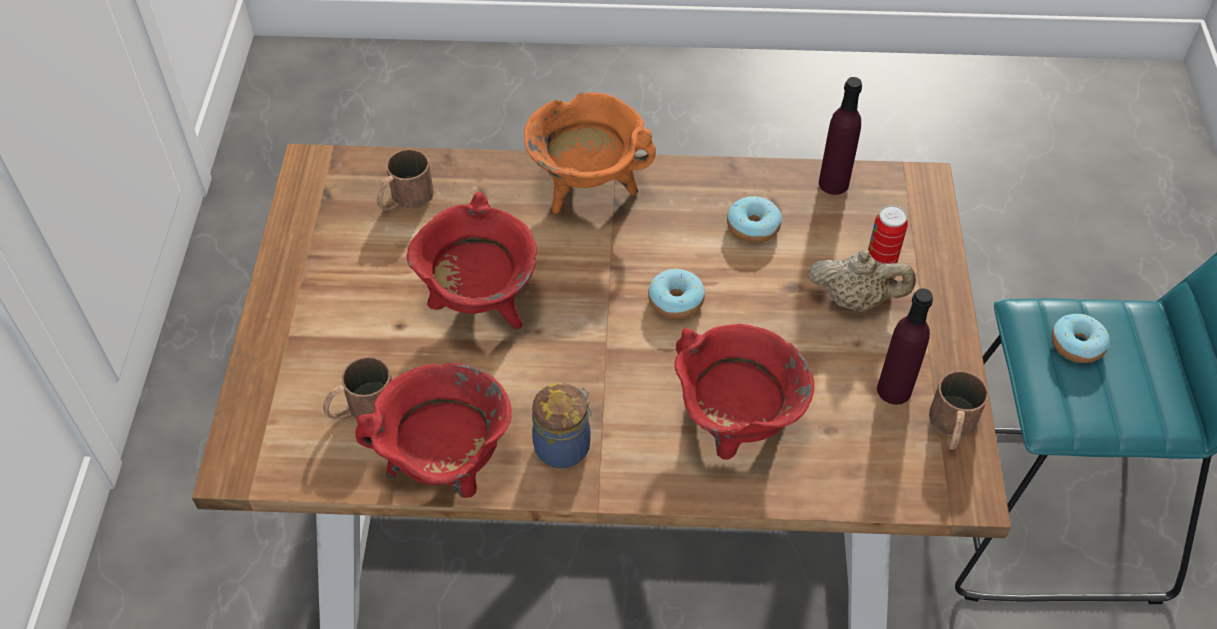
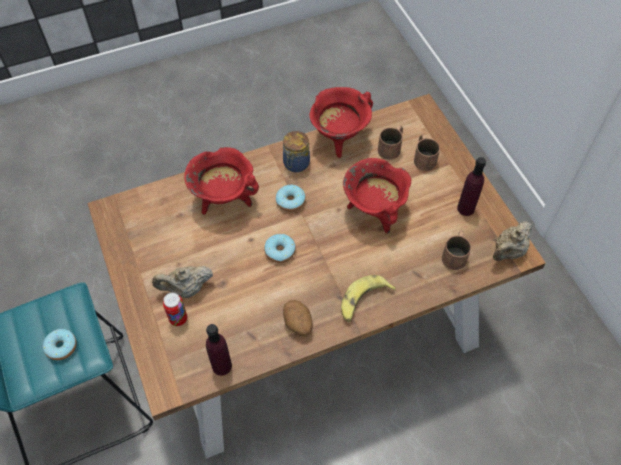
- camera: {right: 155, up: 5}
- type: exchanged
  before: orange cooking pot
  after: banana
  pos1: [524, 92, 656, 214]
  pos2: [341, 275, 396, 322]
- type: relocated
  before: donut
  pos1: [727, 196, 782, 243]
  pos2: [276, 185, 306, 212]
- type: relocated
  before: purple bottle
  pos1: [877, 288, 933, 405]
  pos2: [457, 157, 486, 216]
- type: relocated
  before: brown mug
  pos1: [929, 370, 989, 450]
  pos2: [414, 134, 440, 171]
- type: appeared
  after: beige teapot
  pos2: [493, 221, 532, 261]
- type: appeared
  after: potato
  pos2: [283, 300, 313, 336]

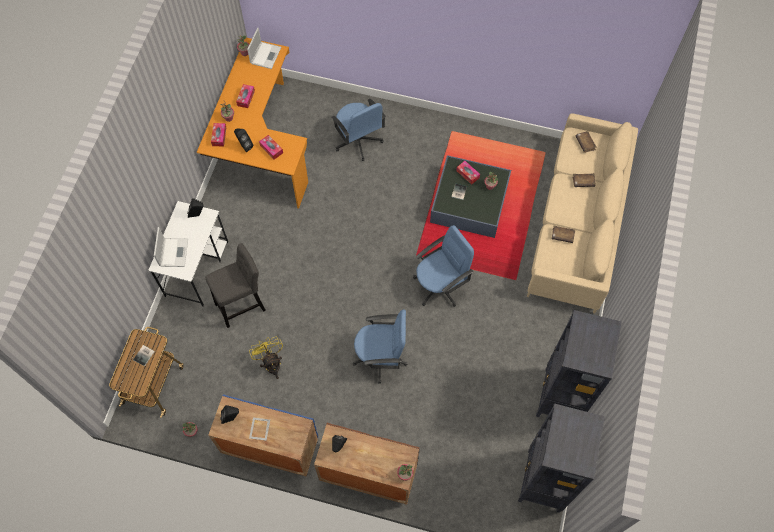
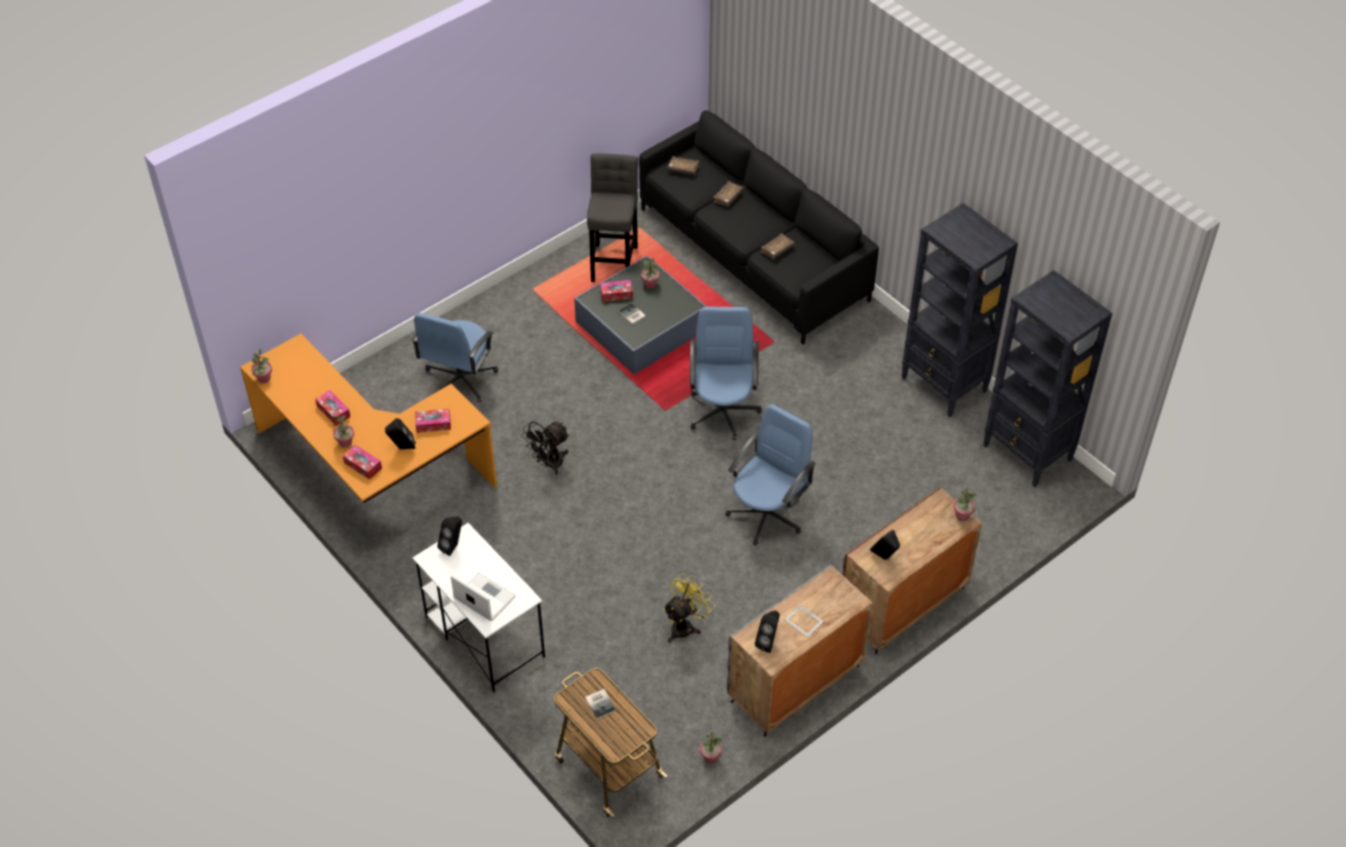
- camera: {right: -55, up: -15}
- type: missing
  before: laptop
  pos1: [247, 28, 281, 69]
- type: spun
  before: blue office chair
  pos1: [331, 99, 386, 161]
  pos2: [412, 313, 498, 403]
  turn: 105
- type: colour
  before: beige sofa
  after: black sofa
  pos1: [527, 113, 638, 314]
  pos2: [639, 110, 879, 345]
- type: relocated
  before: grey stool
  pos1: [205, 243, 266, 328]
  pos2: [587, 153, 638, 282]
- type: spun
  before: yellow fan
  pos1: [249, 336, 283, 379]
  pos2: [663, 573, 715, 642]
  turn: 120
- type: colour
  before: blue cabinet
  after: grey cabinet
  pos1: [208, 394, 318, 476]
  pos2: [727, 564, 873, 737]
- type: appeared
  after: black fan
  pos2: [521, 422, 570, 475]

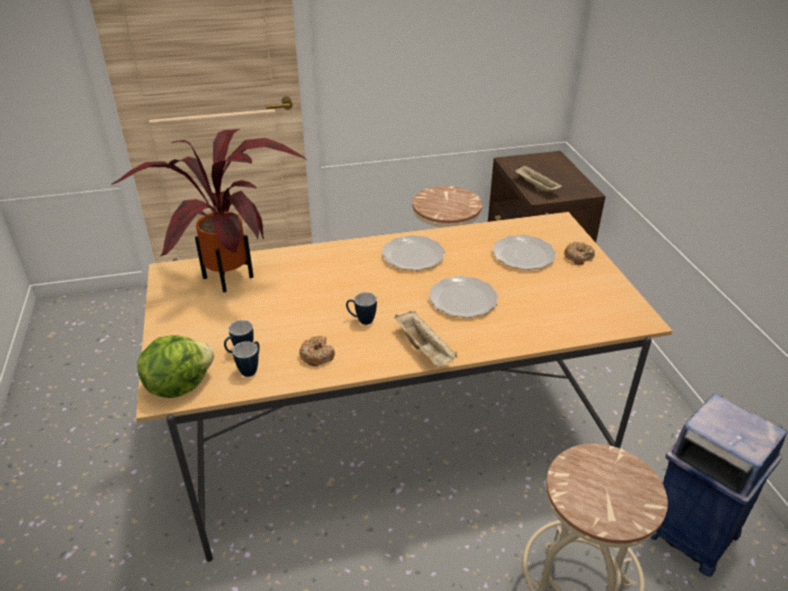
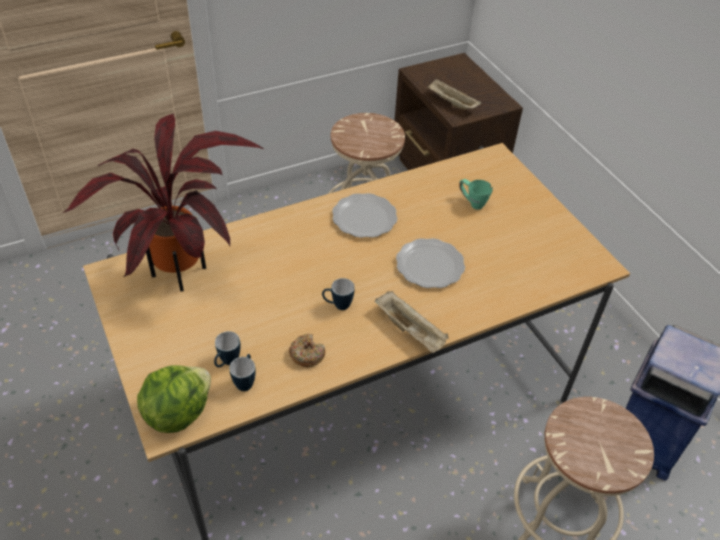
- camera: {right: -15, up: 10}
- type: exchanged
  before: plate
  after: green mug
  pos1: [492, 235, 556, 270]
  pos2: [459, 179, 493, 210]
- type: missing
  before: donut
  pos1: [564, 242, 595, 265]

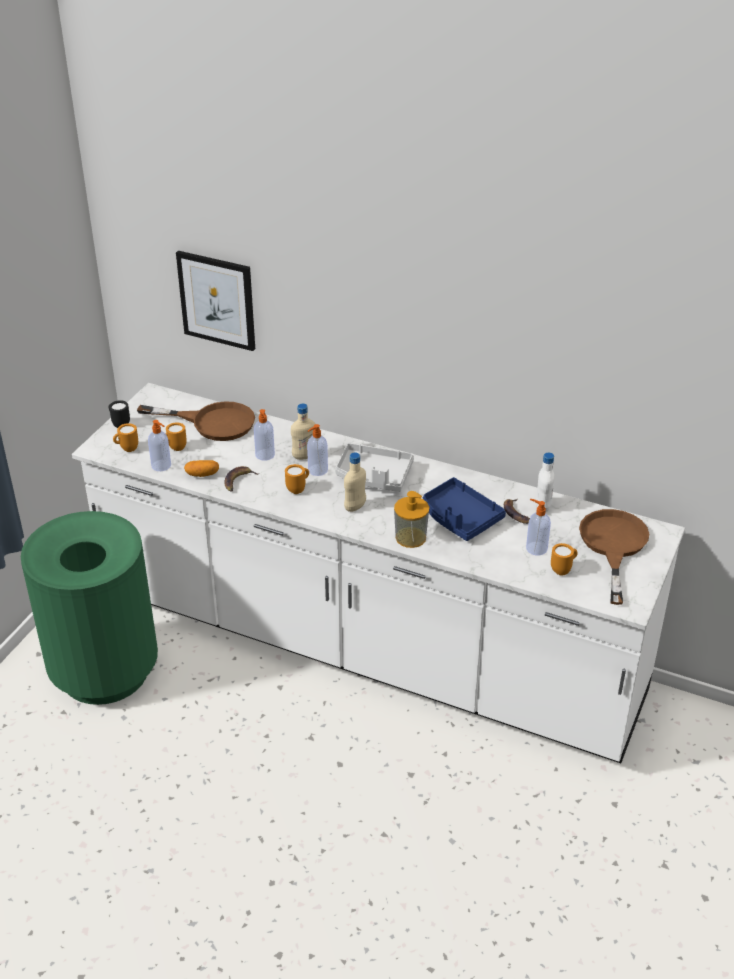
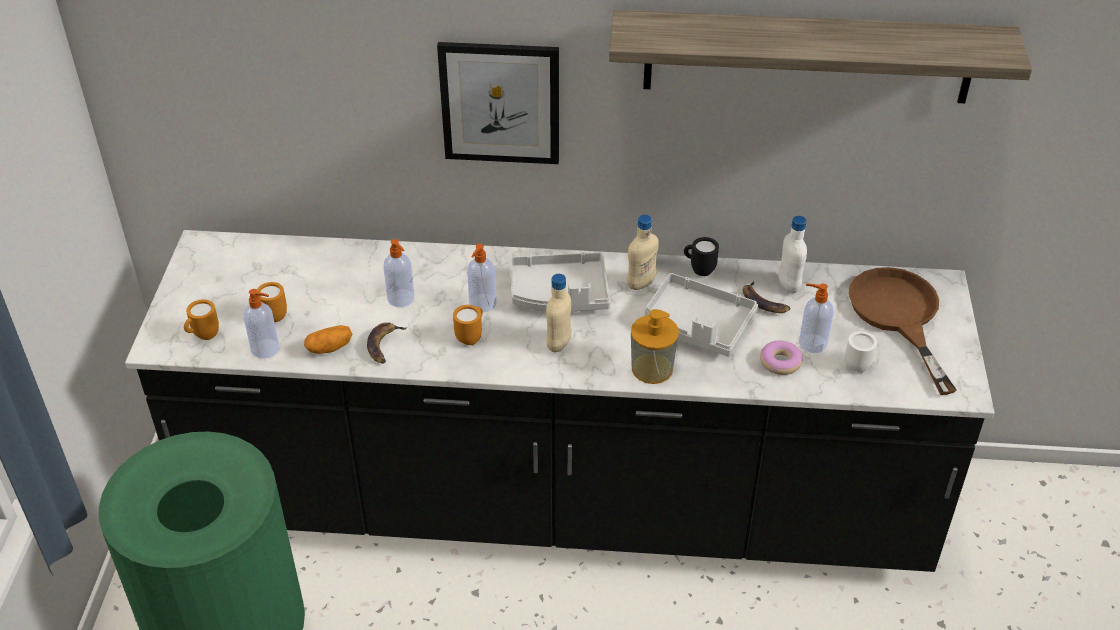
- camera: {right: -20, up: 5}
- type: relocated
  before: picture
  pos1: [176, 251, 255, 351]
  pos2: [437, 42, 559, 164]
- type: colour
  before: white counter
  after: black counter
  pos1: [72, 383, 685, 763]
  pos2: [125, 230, 995, 572]
- type: relocated
  before: black mug
  pos1: [109, 400, 130, 428]
  pos2: [684, 237, 719, 276]
- type: missing
  before: brown frying pan
  pos1: [137, 401, 255, 441]
- type: relocated
  before: beige bottle
  pos1: [291, 403, 315, 460]
  pos2: [627, 215, 659, 290]
- type: colour
  before: blue tray
  after: grey tray
  pos1: [423, 477, 506, 541]
  pos2: [645, 273, 758, 357]
- type: colour
  before: orange mug
  after: white mug
  pos1: [551, 543, 578, 576]
  pos2: [845, 331, 877, 373]
- type: appeared
  after: shelf
  pos2: [609, 10, 1032, 103]
- type: appeared
  after: donut
  pos2: [760, 341, 803, 375]

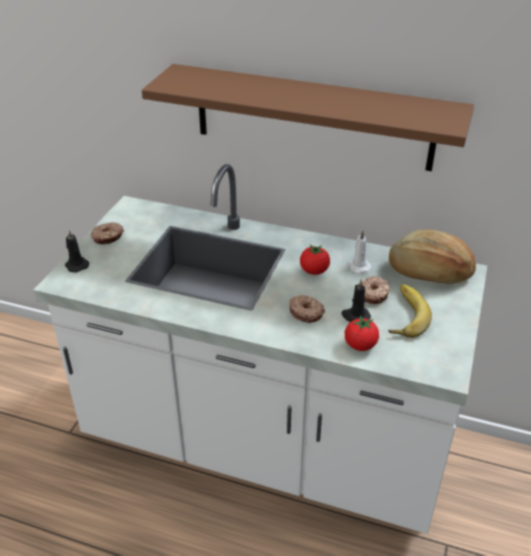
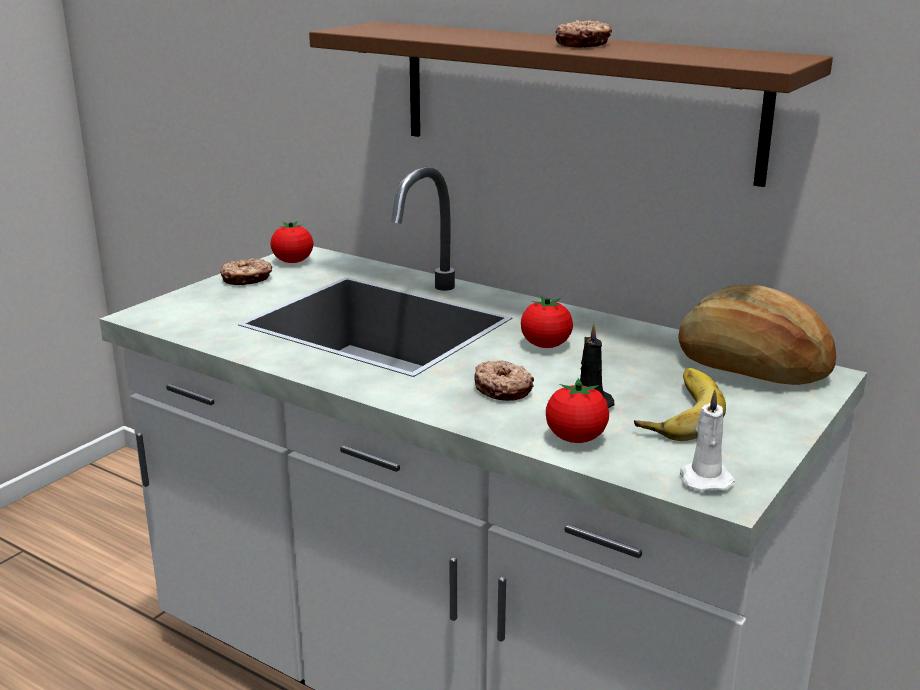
- camera: {right: 15, up: -15}
- type: missing
  before: black candle
  pos1: [65, 229, 89, 273]
- type: relocated
  before: white candle
  pos1: [347, 230, 372, 274]
  pos2: [680, 389, 735, 491]
- type: relocated
  before: donut
  pos1: [362, 276, 390, 304]
  pos2: [555, 20, 612, 47]
- type: appeared
  after: tomato
  pos2: [271, 221, 313, 263]

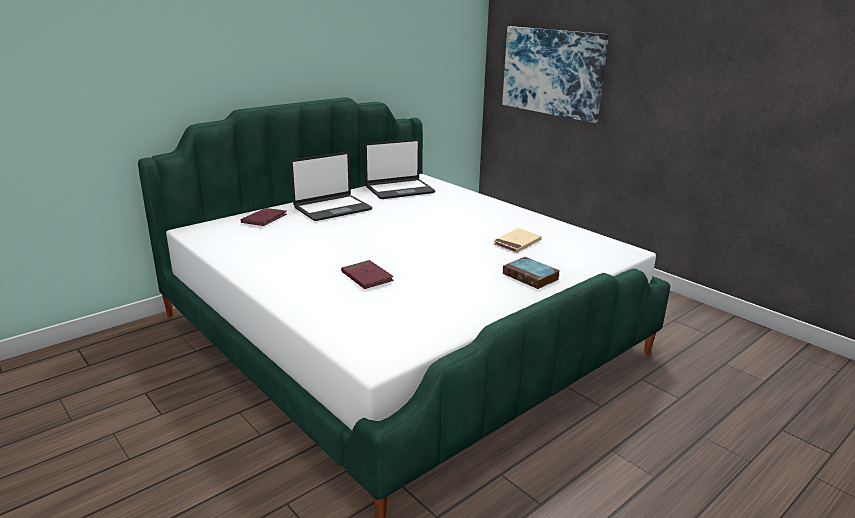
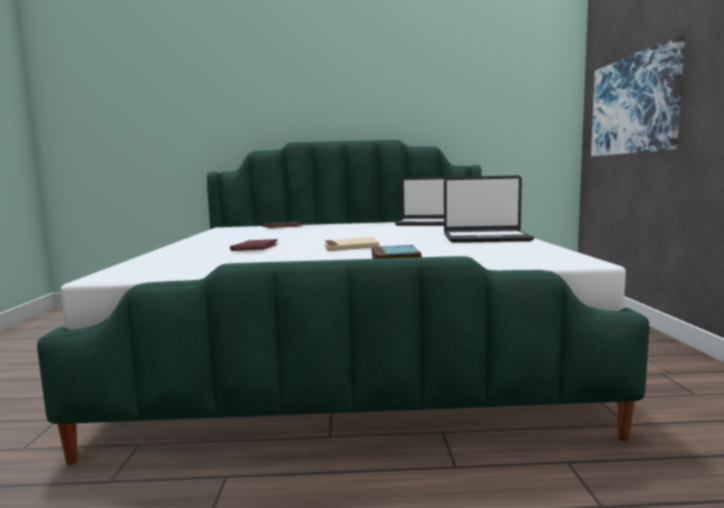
- camera: {right: 40, up: -15}
- type: relocated
  before: laptop
  pos1: [290, 152, 372, 221]
  pos2: [444, 175, 535, 243]
- type: relocated
  before: beige book
  pos1: [493, 228, 542, 253]
  pos2: [324, 237, 379, 251]

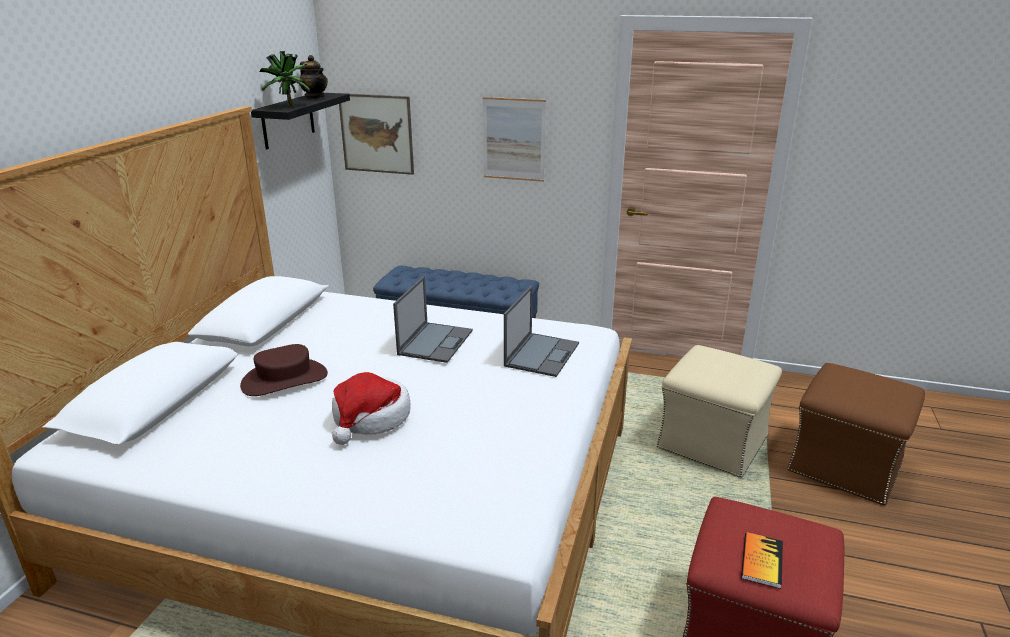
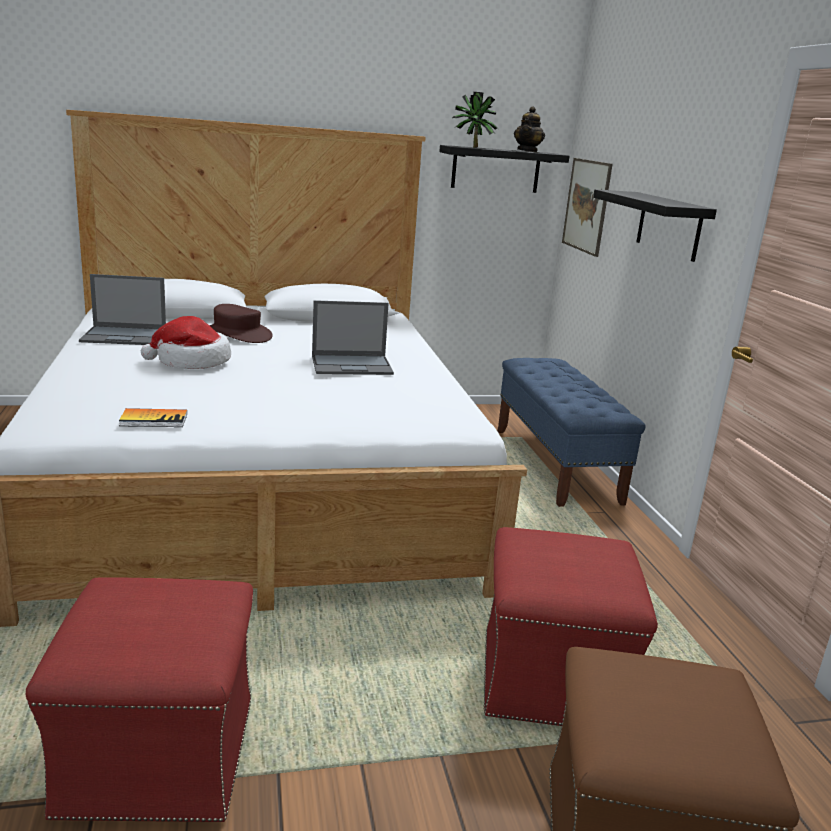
- camera: {right: 60, up: -5}
- type: exchanged
  before: picture
  after: black shelf
  pos1: [483, 97, 546, 182]
  pos2: [593, 189, 717, 262]
- type: relocated
  before: laptop
  pos1: [504, 286, 579, 377]
  pos2: [79, 274, 166, 345]
- type: colour
  before: beige ottoman
  after: red ottoman
  pos1: [656, 345, 782, 478]
  pos2: [484, 527, 658, 726]
- type: relocated
  before: book
  pos1: [741, 532, 783, 589]
  pos2: [119, 408, 187, 427]

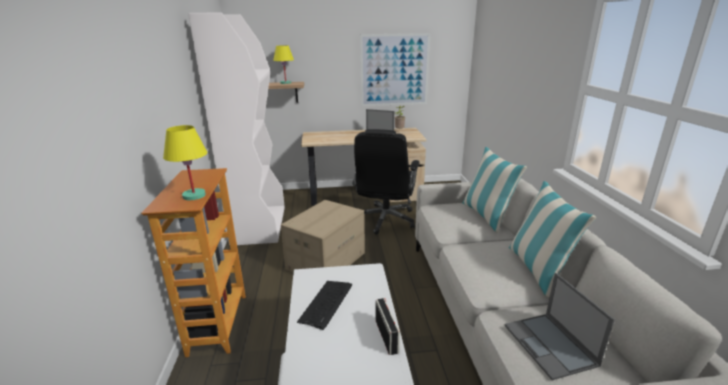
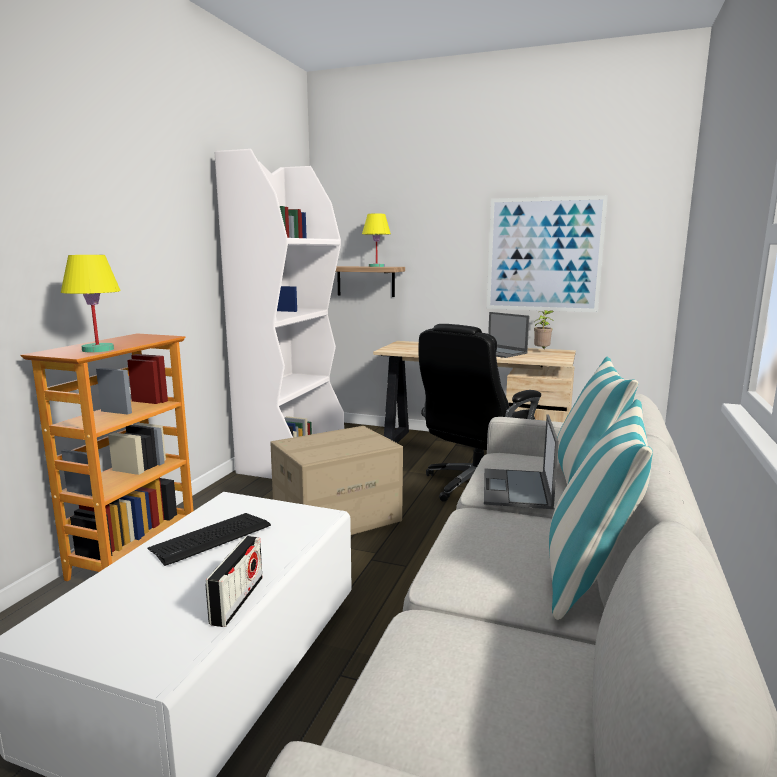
- camera: {right: 25, up: -10}
- type: relocated
  before: laptop
  pos1: [504, 273, 615, 380]
  pos2: [484, 415, 559, 509]

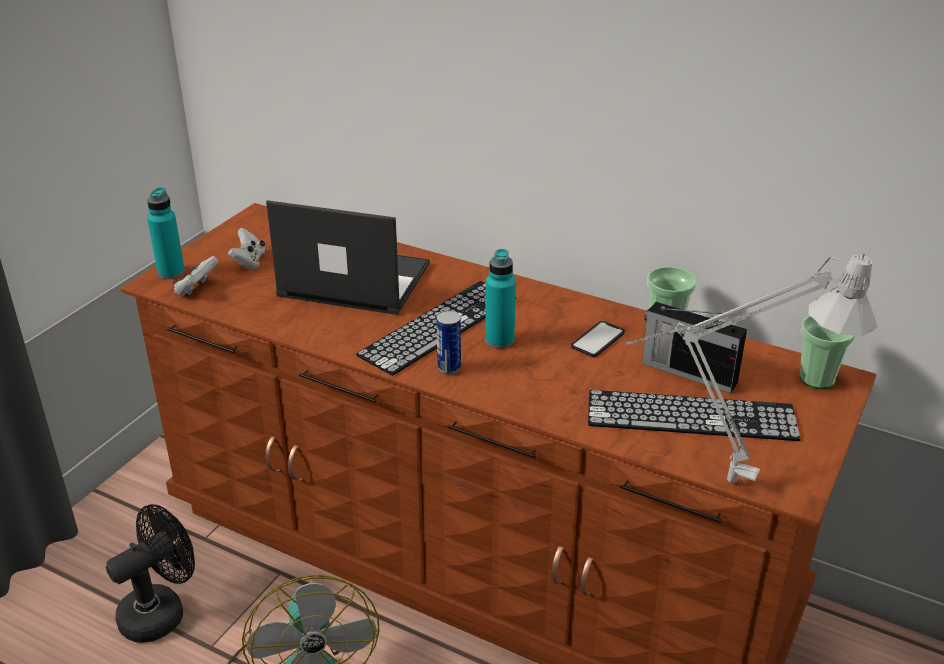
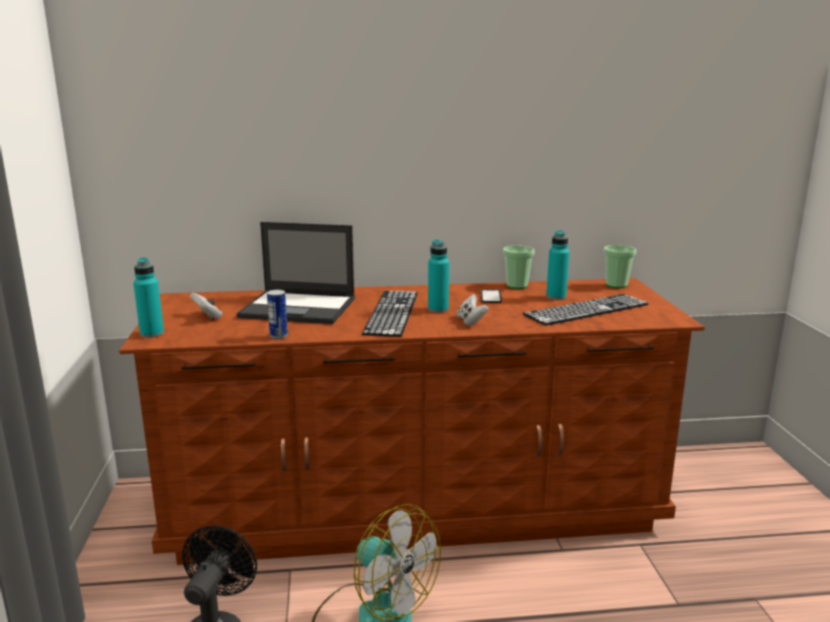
- camera: {right: -35, up: -15}
- type: spun
  before: laptop
  pos1: [266, 200, 430, 315]
  pos2: [236, 222, 355, 324]
  turn: -150
- type: missing
  before: grey table lamp
  pos1: [626, 254, 878, 488]
- type: relocated
  before: white game controller
  pos1: [173, 256, 218, 296]
  pos2: [457, 294, 489, 326]
- type: exchanged
  before: radio
  after: turquoise bottle
  pos1: [642, 302, 747, 393]
  pos2: [546, 230, 569, 300]
- type: relocated
  before: can
  pos1: [436, 311, 461, 375]
  pos2: [267, 290, 288, 339]

